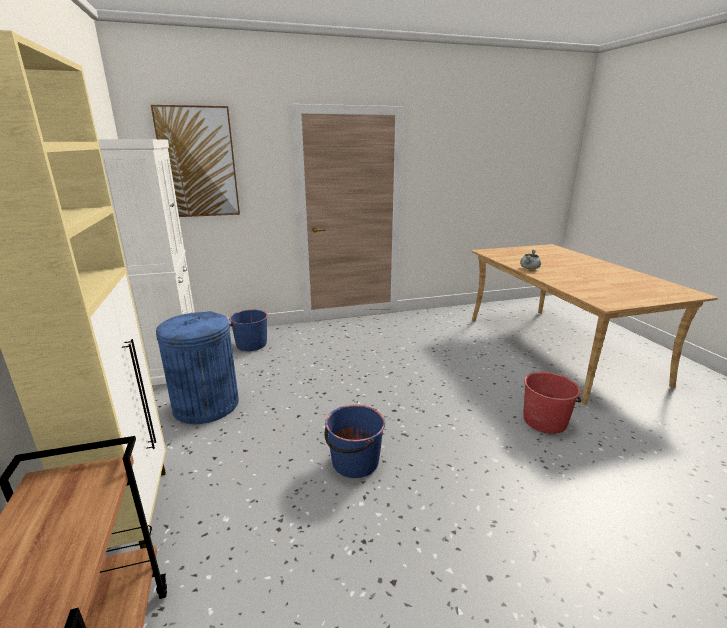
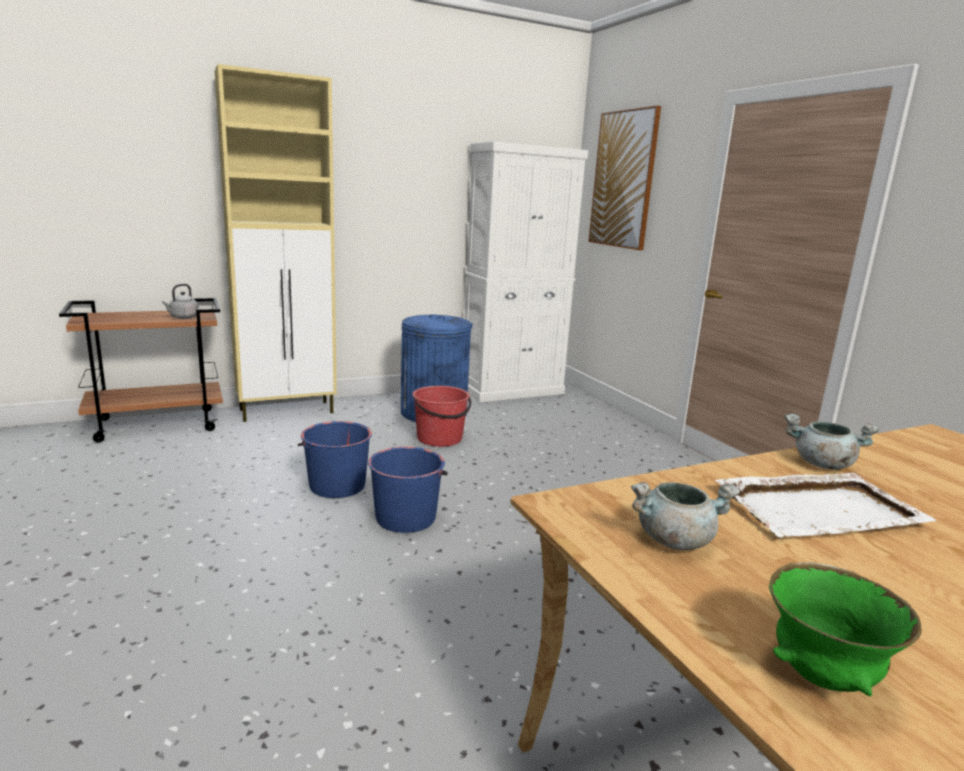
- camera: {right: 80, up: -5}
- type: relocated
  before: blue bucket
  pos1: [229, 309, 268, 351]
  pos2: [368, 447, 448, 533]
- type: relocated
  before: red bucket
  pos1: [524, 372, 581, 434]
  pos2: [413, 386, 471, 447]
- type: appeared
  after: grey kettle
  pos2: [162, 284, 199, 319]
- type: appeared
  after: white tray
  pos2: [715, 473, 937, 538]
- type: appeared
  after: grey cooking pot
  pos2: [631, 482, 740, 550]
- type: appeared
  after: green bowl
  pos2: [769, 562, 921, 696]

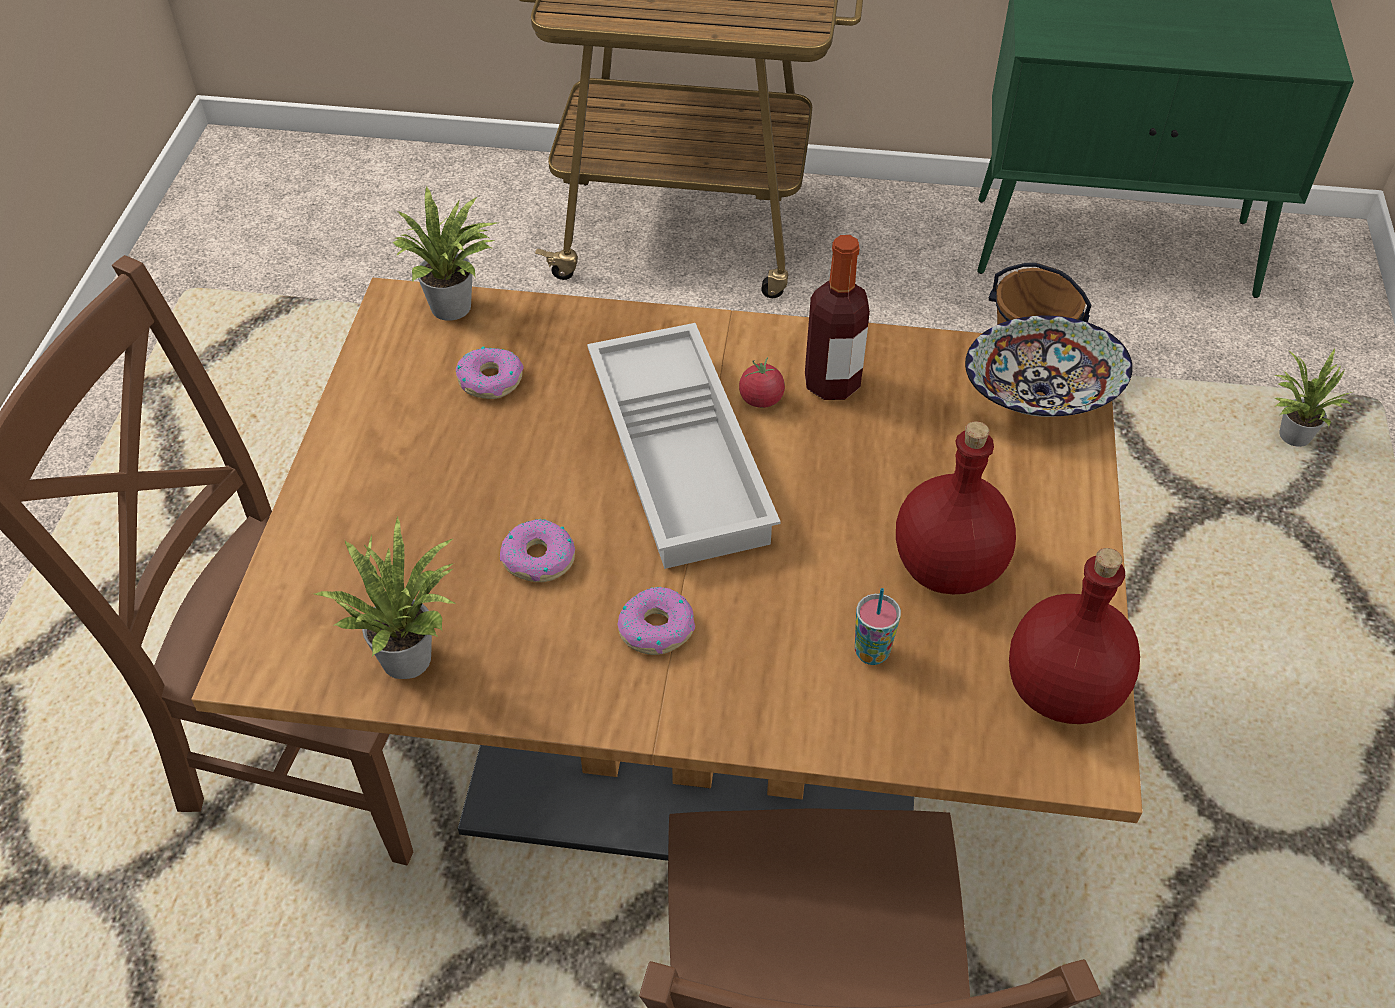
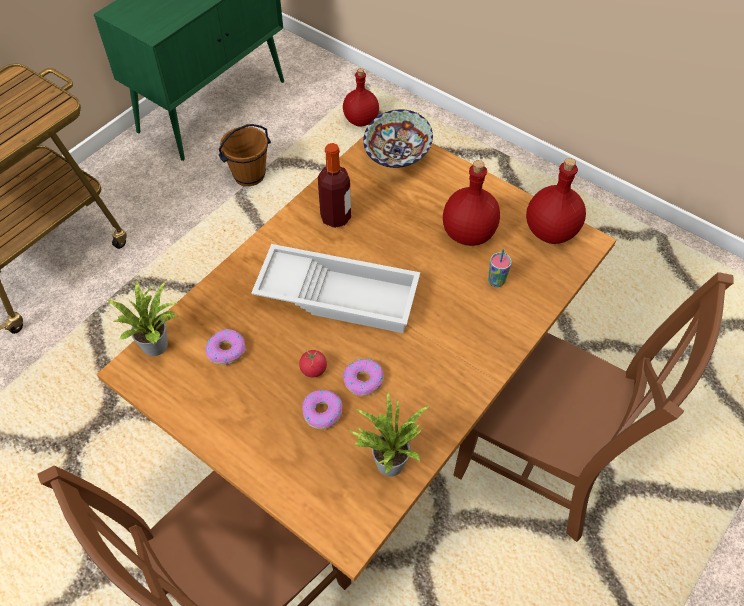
- camera: {right: -60, up: 5}
- type: exchanged
  before: potted plant
  after: red bottle
  pos1: [1274, 349, 1352, 447]
  pos2: [343, 68, 379, 127]
- type: relocated
  before: tomato
  pos1: [739, 357, 785, 408]
  pos2: [299, 350, 327, 377]
- type: relocated
  before: donut
  pos1: [617, 587, 695, 655]
  pos2: [302, 390, 342, 430]

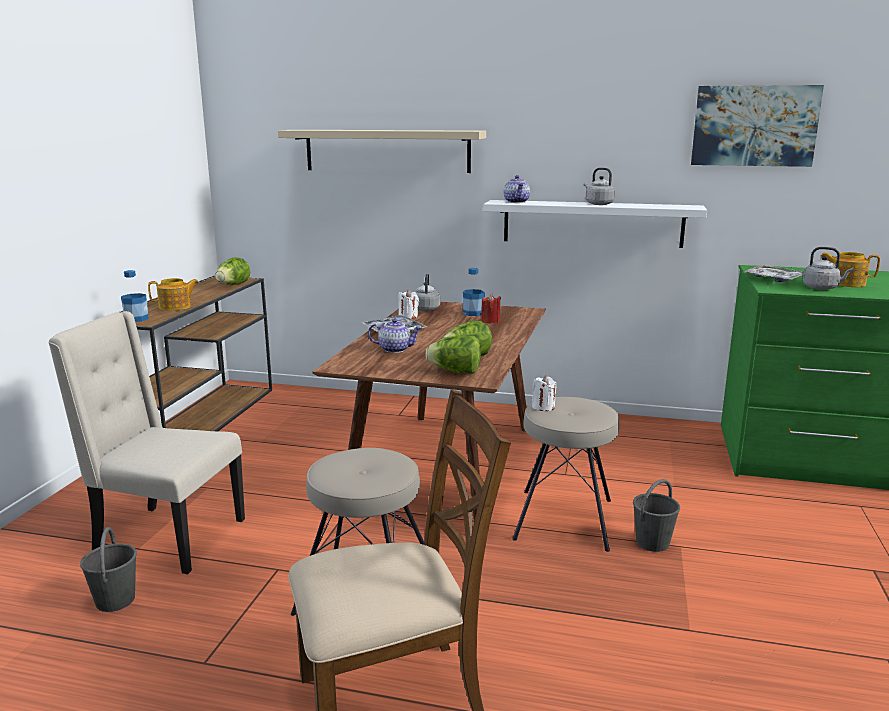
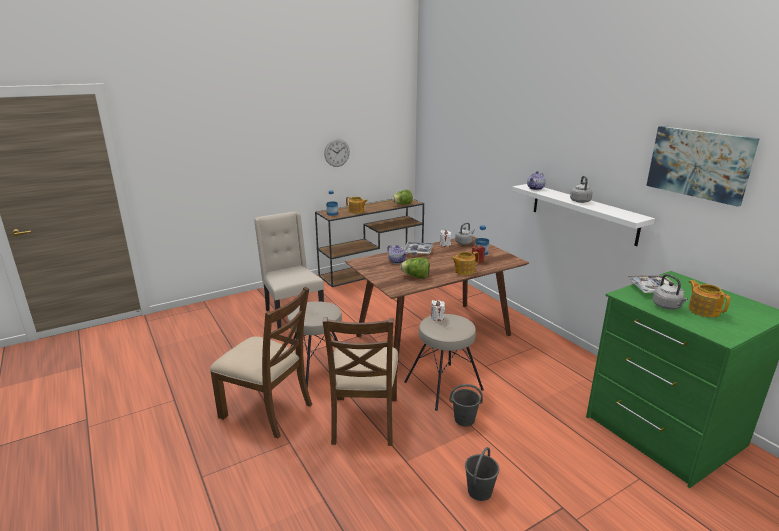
- camera: {right: 45, up: 5}
- type: missing
  before: beige shelf
  pos1: [278, 130, 486, 173]
- type: missing
  before: lettuce
  pos1: [426, 334, 481, 374]
- type: relocated
  before: grey bucket
  pos1: [80, 527, 137, 612]
  pos2: [465, 447, 499, 501]
- type: appeared
  after: wall clock
  pos2: [324, 139, 350, 167]
- type: appeared
  after: teapot
  pos2: [451, 252, 479, 275]
- type: appeared
  after: brown chair
  pos2: [323, 318, 398, 446]

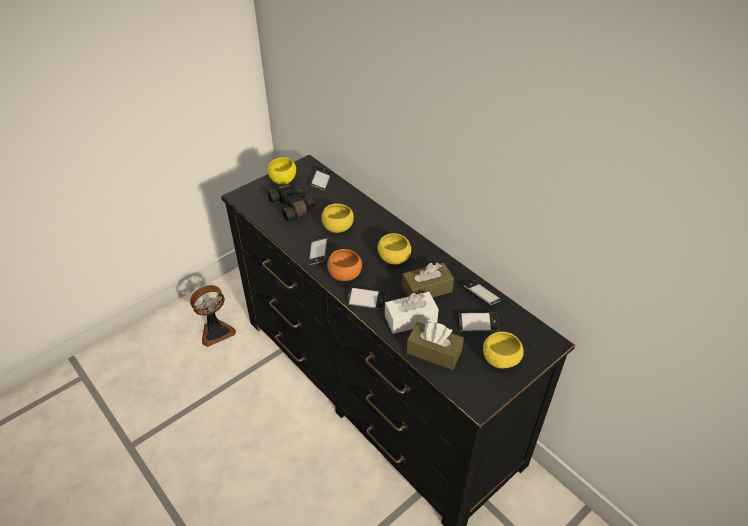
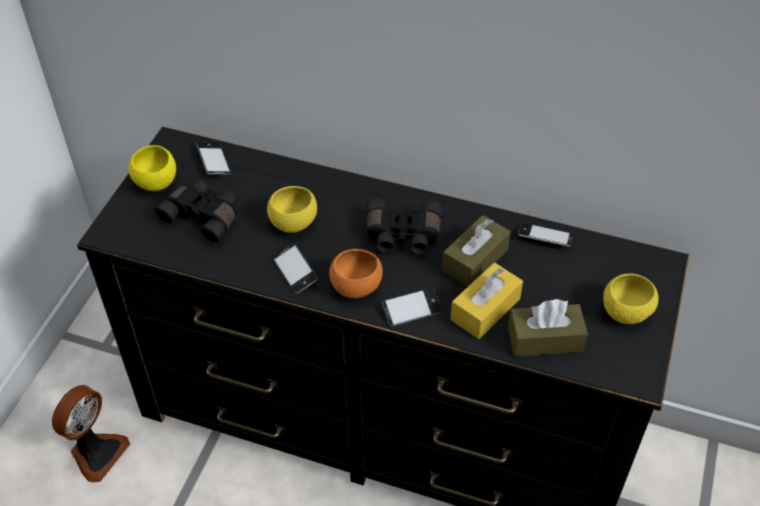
- camera: {right: -30, up: 5}
- type: exchanged
  before: yellow bowl
  after: black binoculars
  pos1: [378, 233, 411, 265]
  pos2: [366, 198, 443, 254]
- type: colour
  before: white tissue box
  after: yellow tissue box
  pos1: [385, 292, 439, 334]
  pos2: [450, 263, 523, 339]
- type: missing
  before: phone
  pos1: [459, 312, 499, 332]

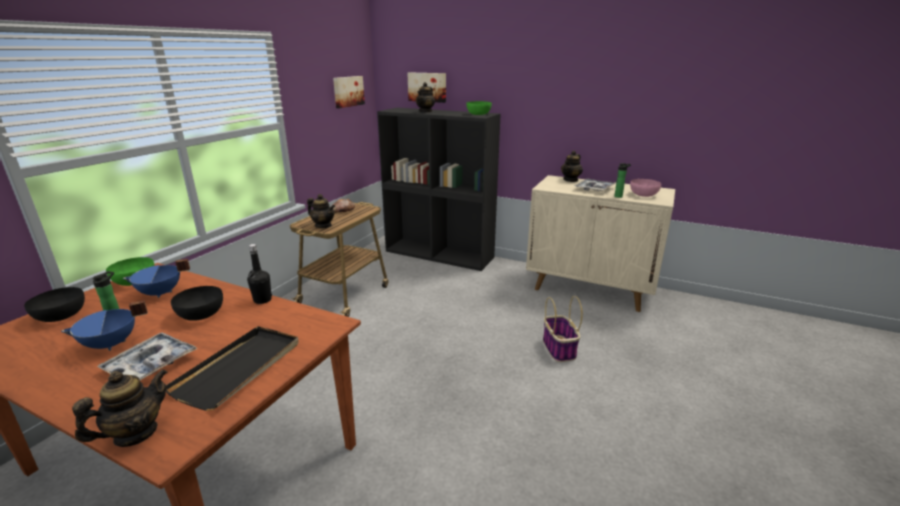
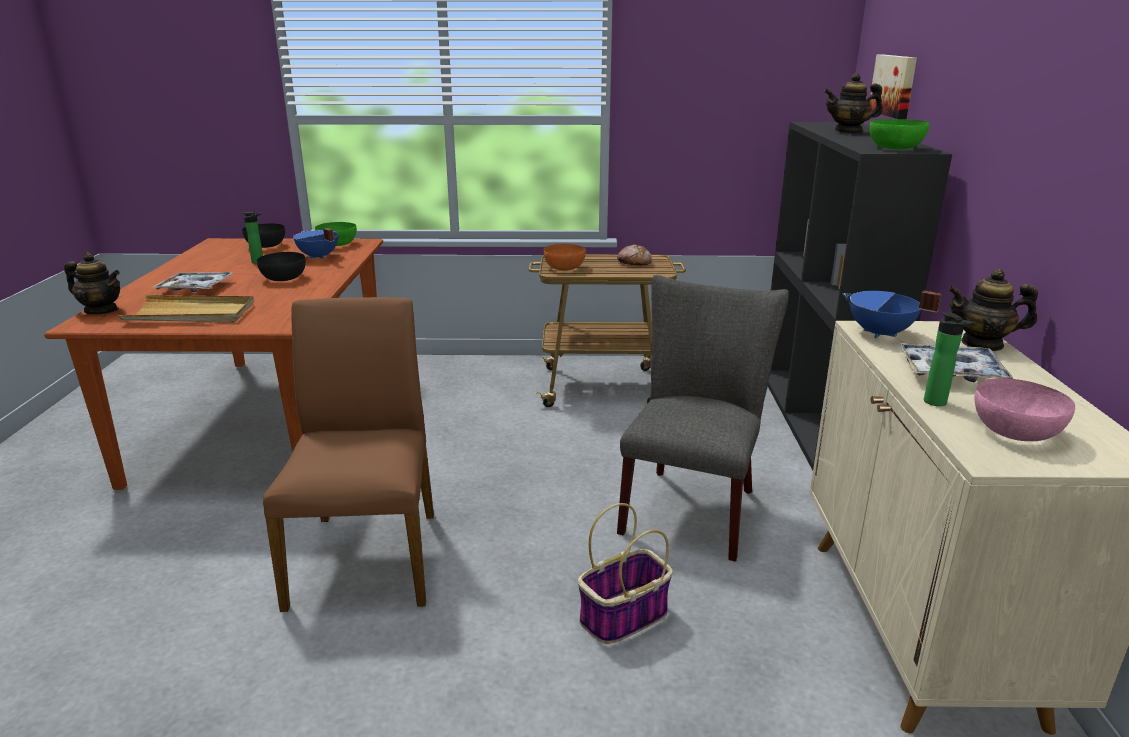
- camera: {right: 65, up: 0}
- type: missing
  before: picture
  pos1: [333, 76, 365, 108]
- type: exchanged
  before: teapot
  after: orange bowl
  pos1: [307, 194, 335, 228]
  pos2: [544, 244, 586, 271]
- type: missing
  before: black bottle
  pos1: [247, 244, 272, 304]
- type: relocated
  before: blue cooking pot
  pos1: [61, 300, 148, 351]
  pos2: [842, 291, 942, 338]
- type: colour
  before: black tray
  after: beige tray
  pos1: [165, 326, 299, 411]
  pos2: [118, 295, 254, 322]
- type: appeared
  after: grey chair
  pos2: [617, 275, 789, 562]
- type: appeared
  after: brown chair
  pos2: [263, 297, 434, 612]

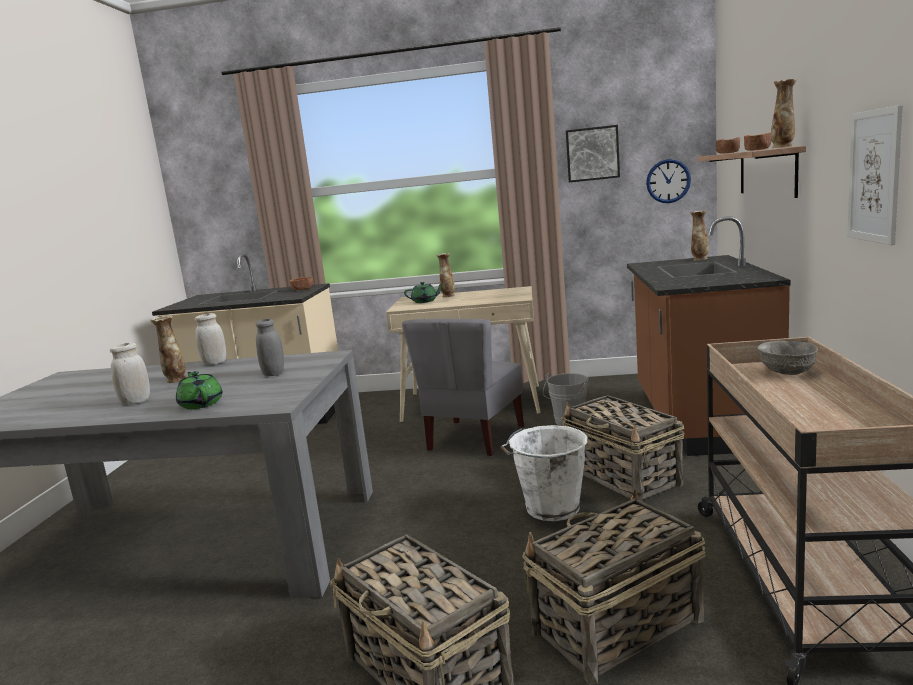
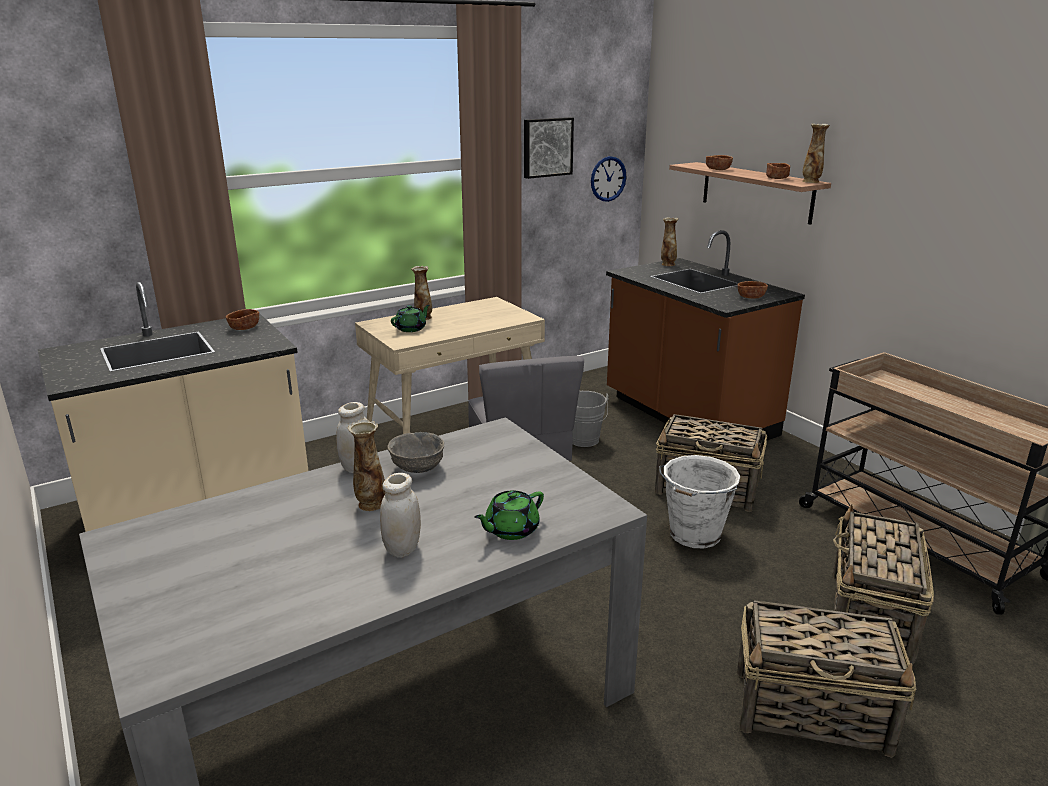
- camera: {right: -40, up: 10}
- type: missing
  before: picture
  pos1: [847, 105, 903, 245]
- type: missing
  before: grey jar
  pos1: [256, 319, 284, 376]
- type: relocated
  before: grey bowl
  pos1: [757, 341, 818, 375]
  pos2: [388, 432, 444, 473]
- type: spun
  before: green teapot
  pos1: [176, 371, 222, 409]
  pos2: [474, 490, 544, 540]
  turn: -60
- type: appeared
  after: brown bowl
  pos2: [738, 281, 768, 299]

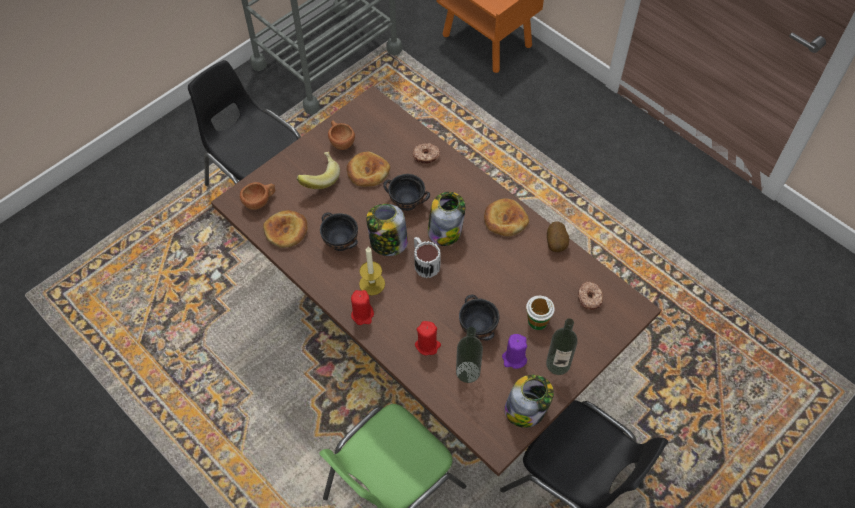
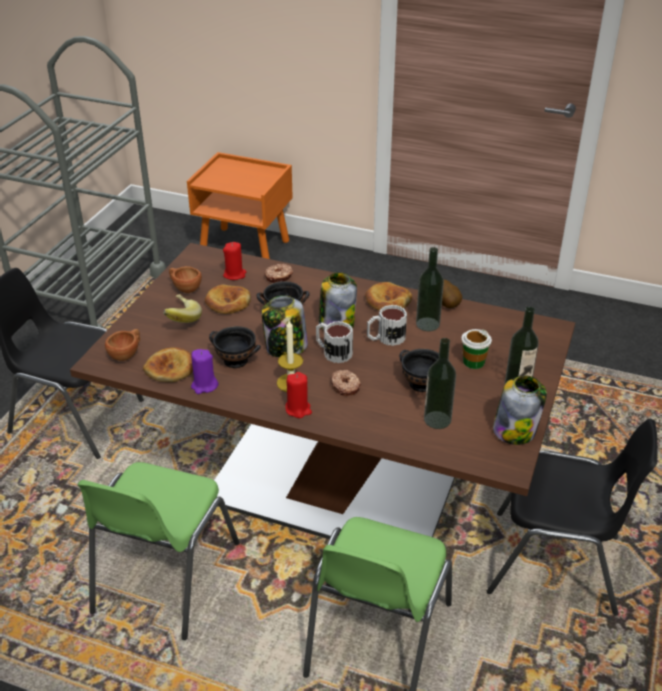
- camera: {right: -25, up: -20}
- type: relocated
  before: donut
  pos1: [578, 282, 603, 310]
  pos2: [331, 370, 361, 396]
- type: relocated
  before: red candle
  pos1: [415, 321, 441, 355]
  pos2: [223, 242, 246, 280]
- type: relocated
  before: purple candle
  pos1: [502, 334, 527, 369]
  pos2: [191, 349, 218, 394]
- type: appeared
  after: bottle
  pos2: [416, 247, 444, 331]
- type: appeared
  after: mug
  pos2: [367, 305, 407, 346]
- type: appeared
  after: green chair
  pos2: [77, 462, 240, 640]

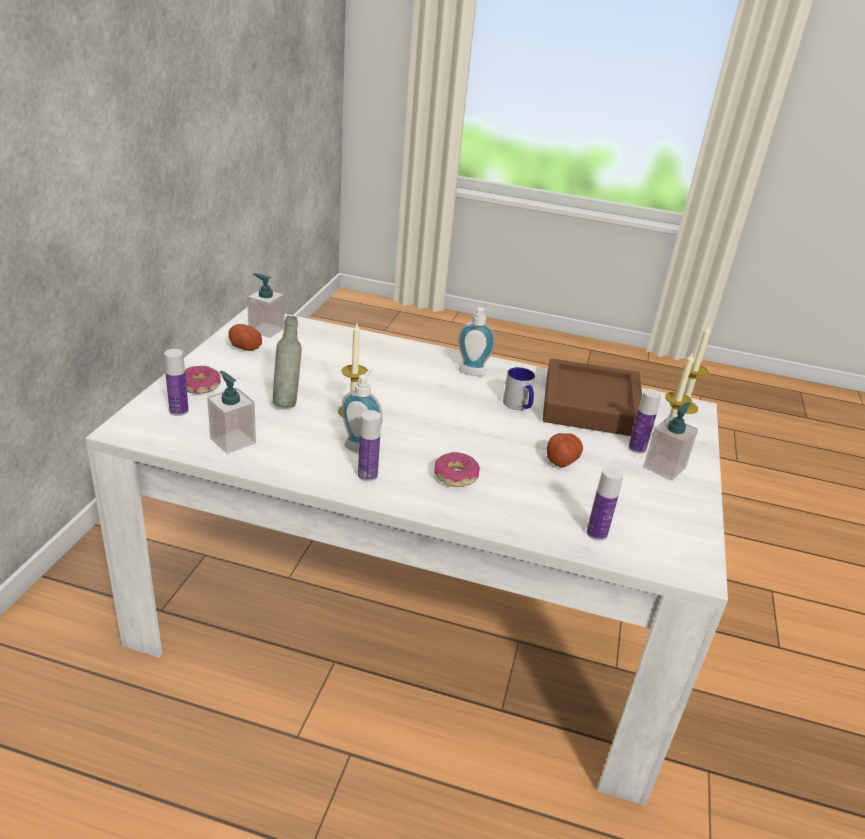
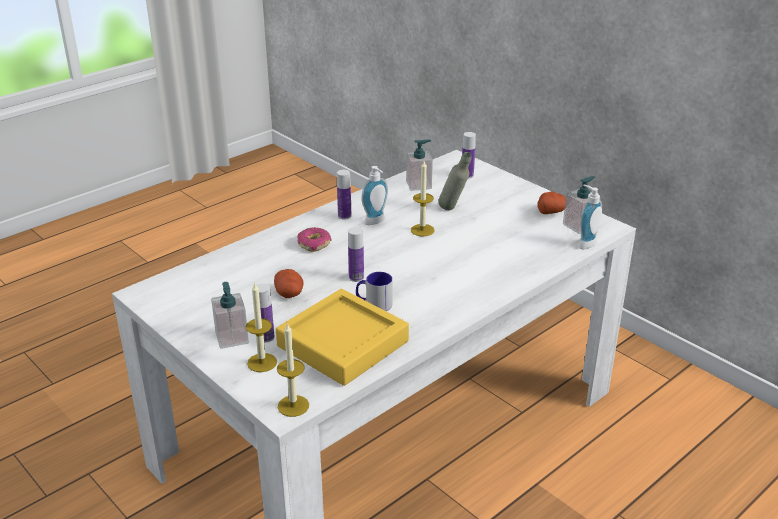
- camera: {right: 125, up: 0}
- type: relocated
  before: soap dispenser
  pos1: [458, 307, 495, 376]
  pos2: [578, 185, 602, 249]
- type: colour
  before: brown tray
  after: yellow tray
  pos1: [542, 358, 642, 436]
  pos2: [276, 289, 409, 386]
- type: missing
  before: donut
  pos1: [185, 366, 221, 394]
- type: relocated
  before: bottle
  pos1: [587, 467, 623, 541]
  pos2: [348, 227, 364, 282]

